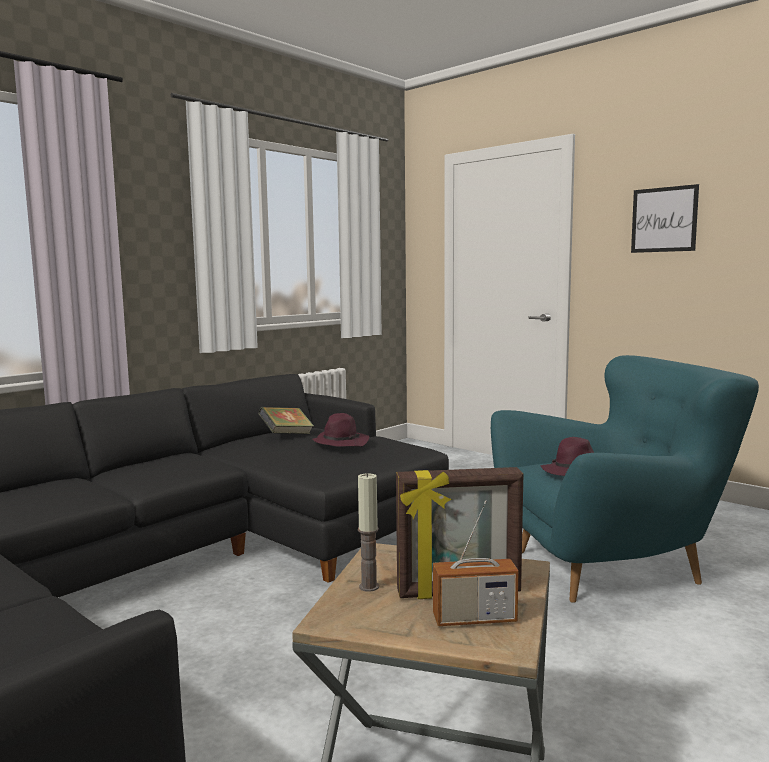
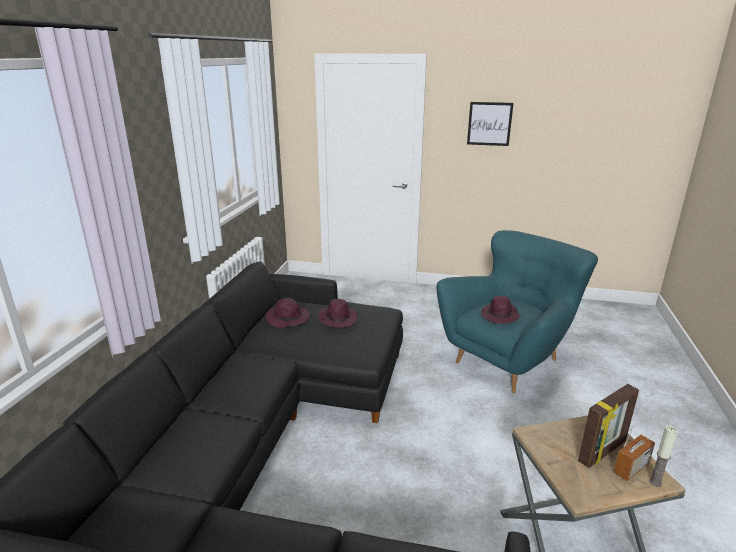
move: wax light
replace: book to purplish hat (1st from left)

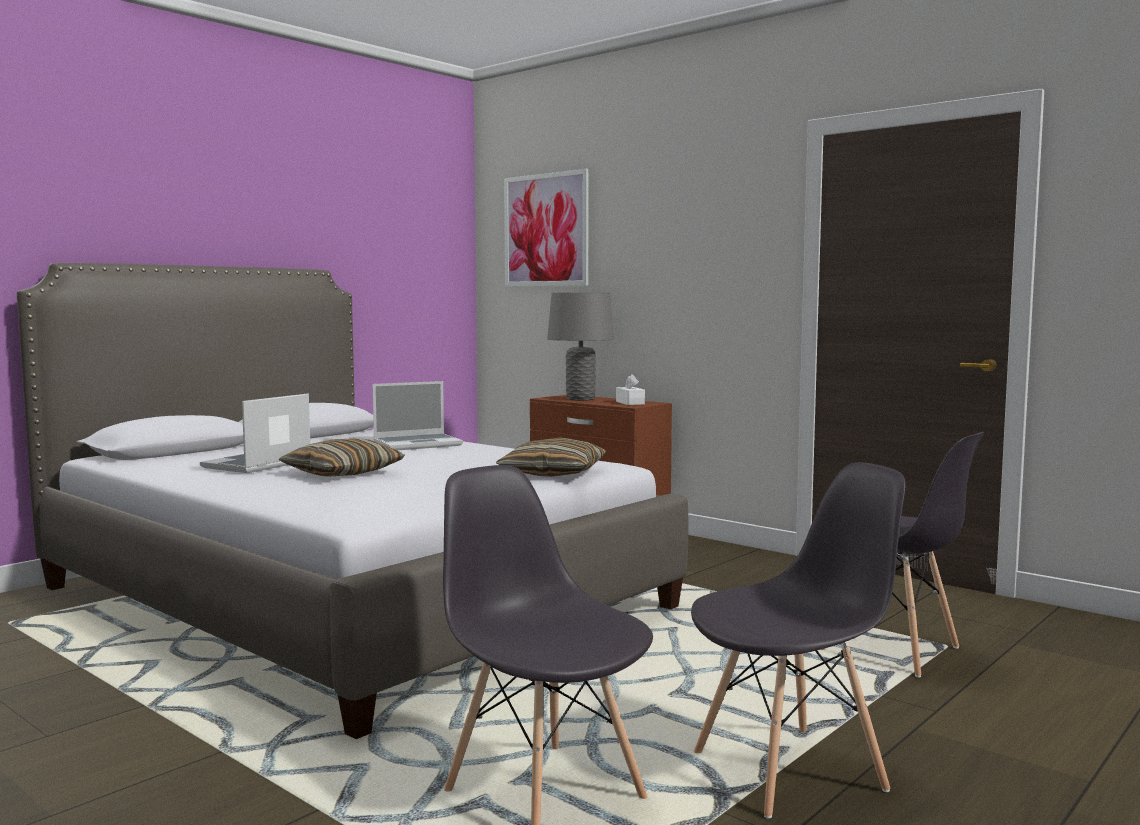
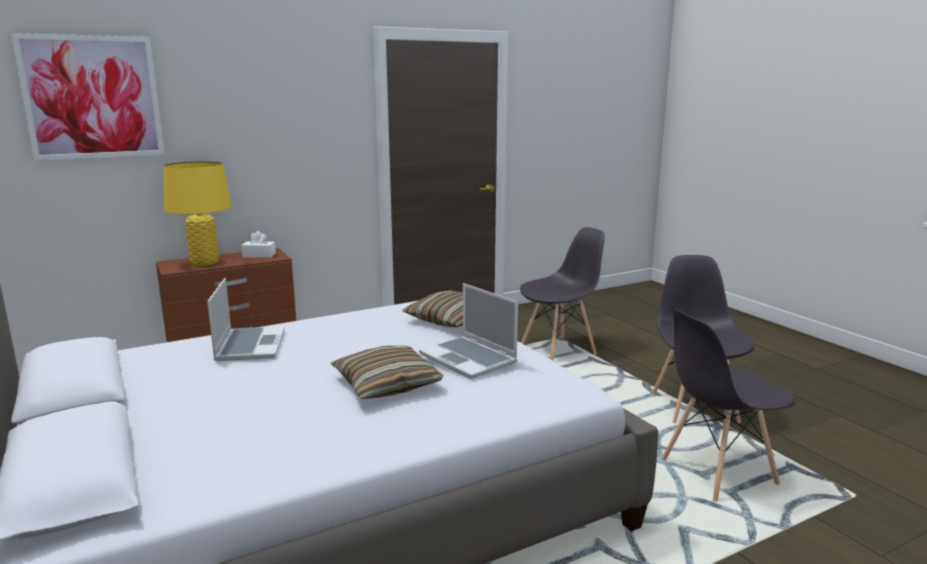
move: notebook computer (1st from left in the first image) to notebook computer (2nd from left)
recolor: gray table lamp to yellowish table lamp

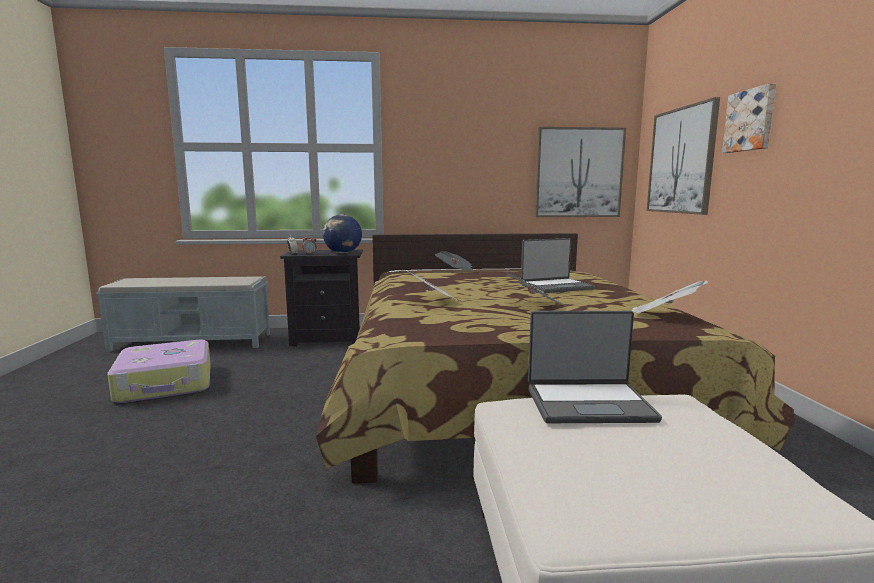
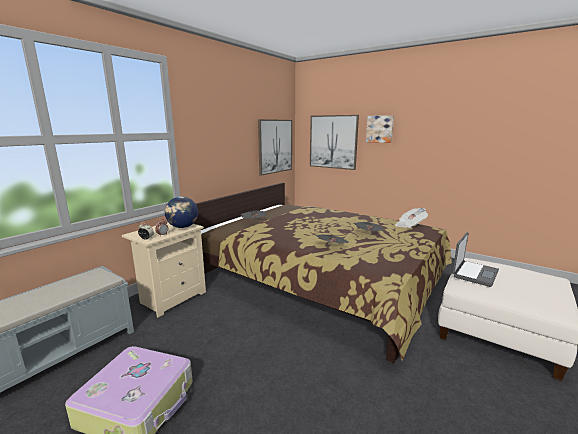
delete: notebook computer (1st from left)
recolor: black night table to sand-coloured night table

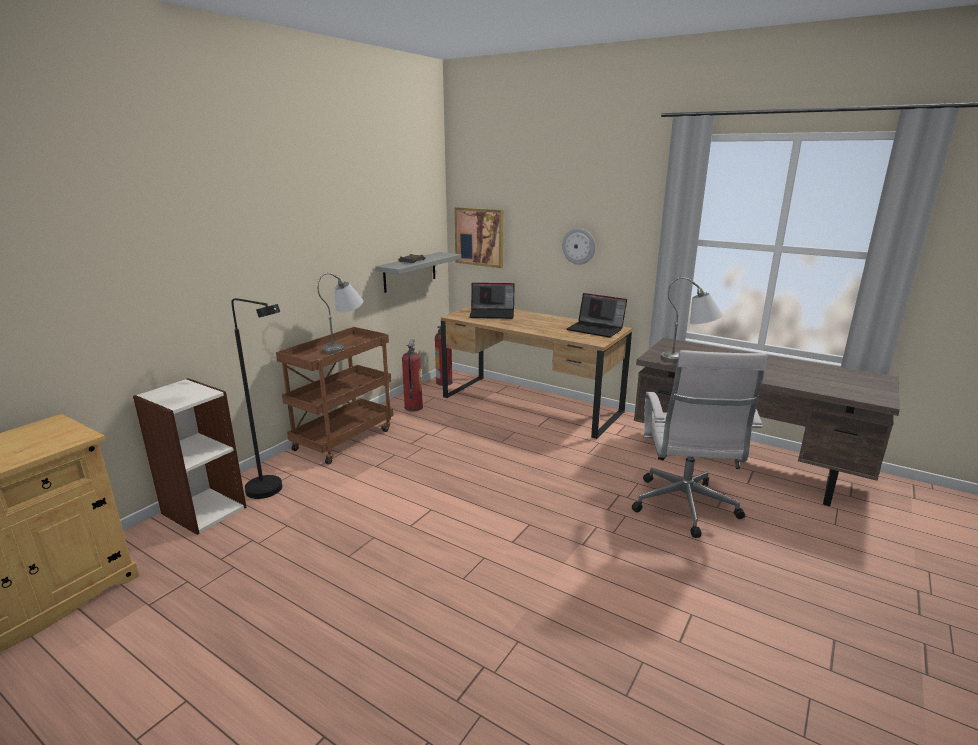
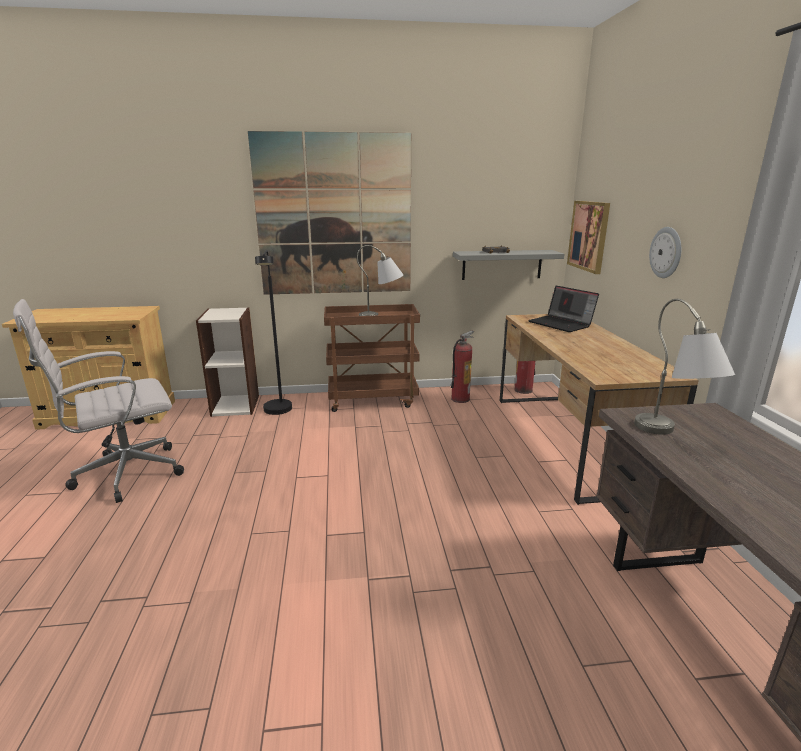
delete: notebook computer (2nd from left)
insert: wall picture (1st from left)
move: white-coloured desk chair

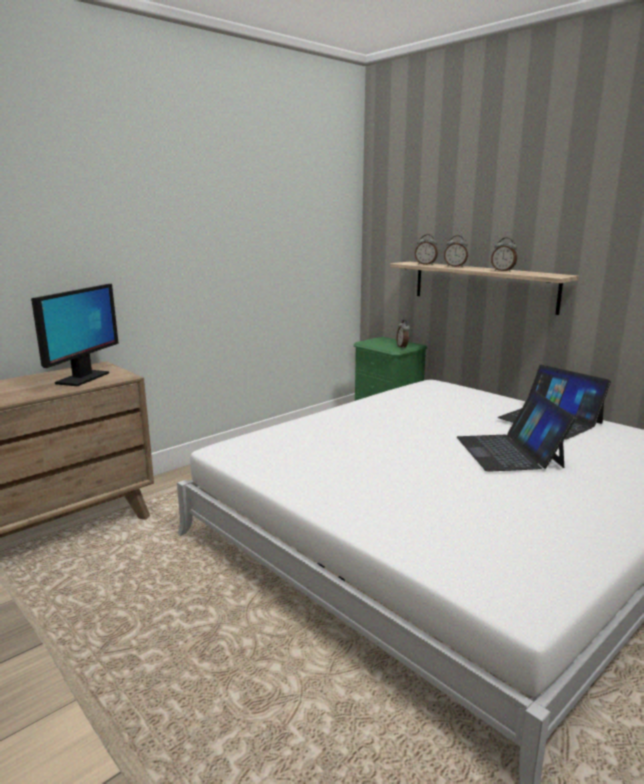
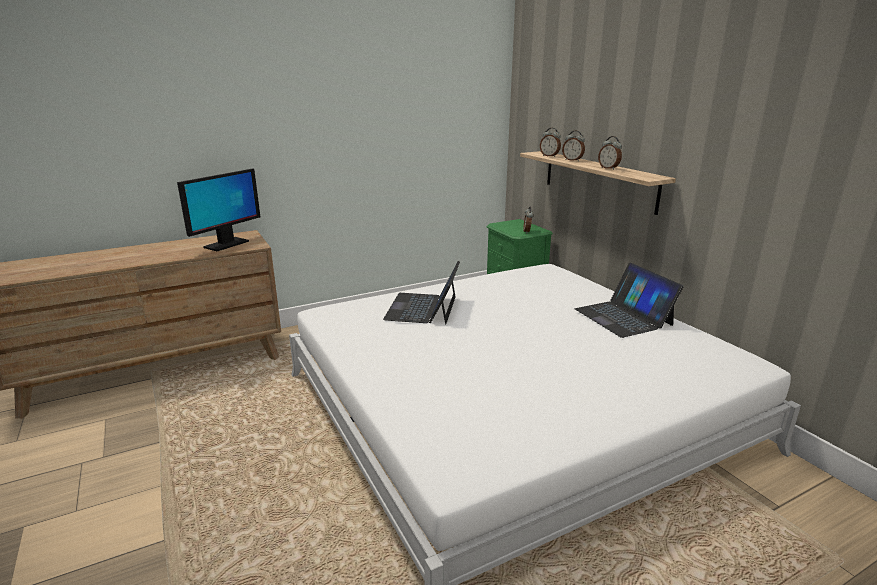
move: notebook computer (1st from left)

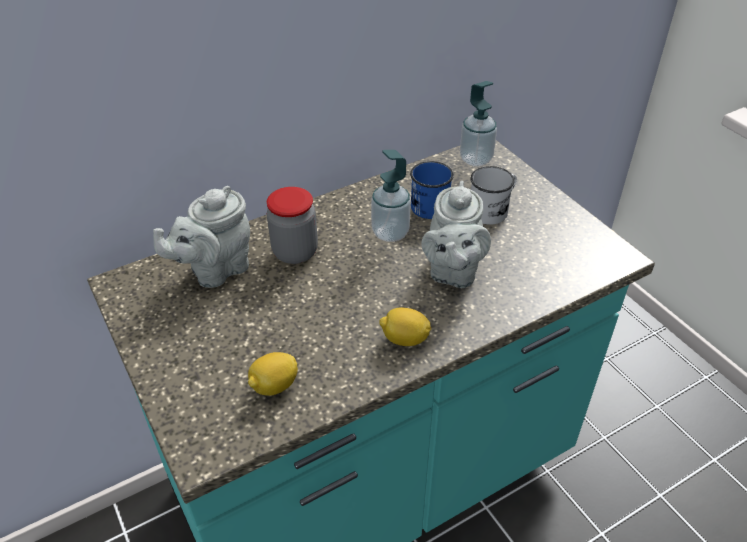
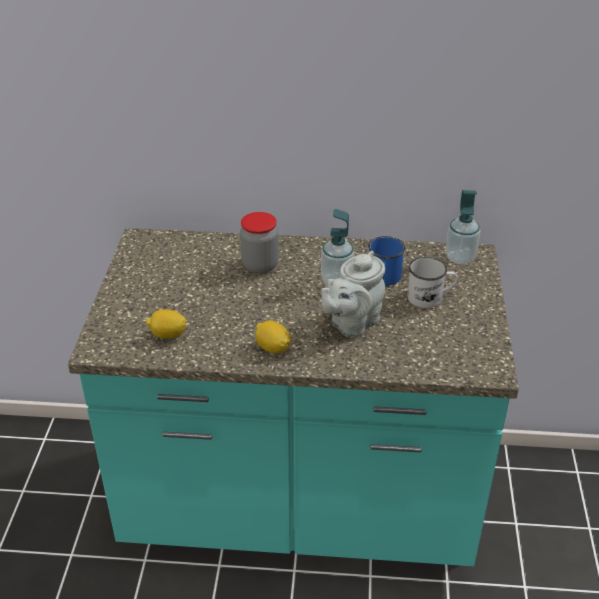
delete: gray pot for tea (1st from left)

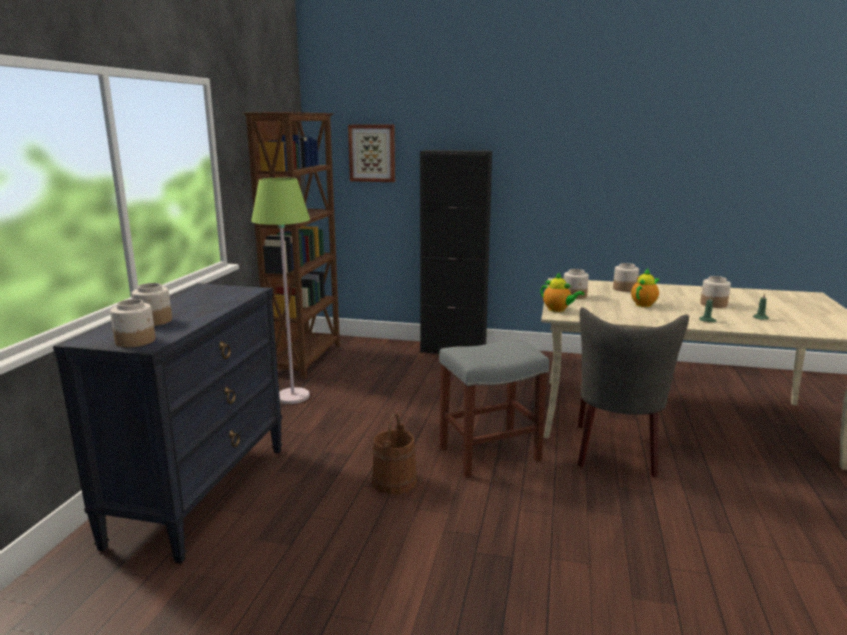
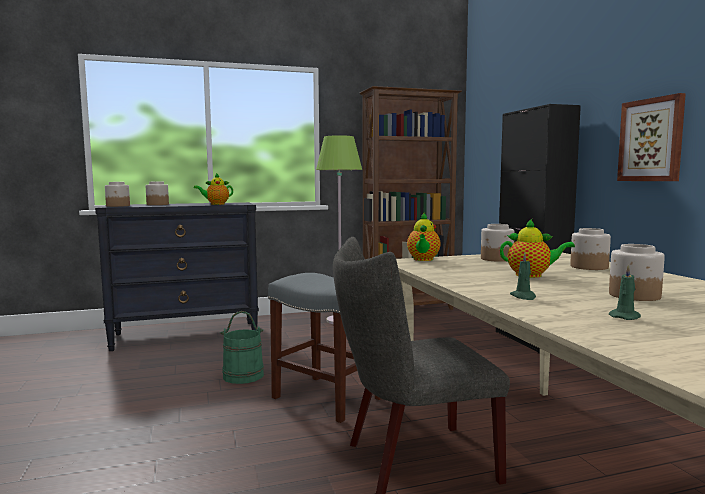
insert: pot for tea (1st from left)
move: wall picture
recolor: brownish bucket to greenish bucket

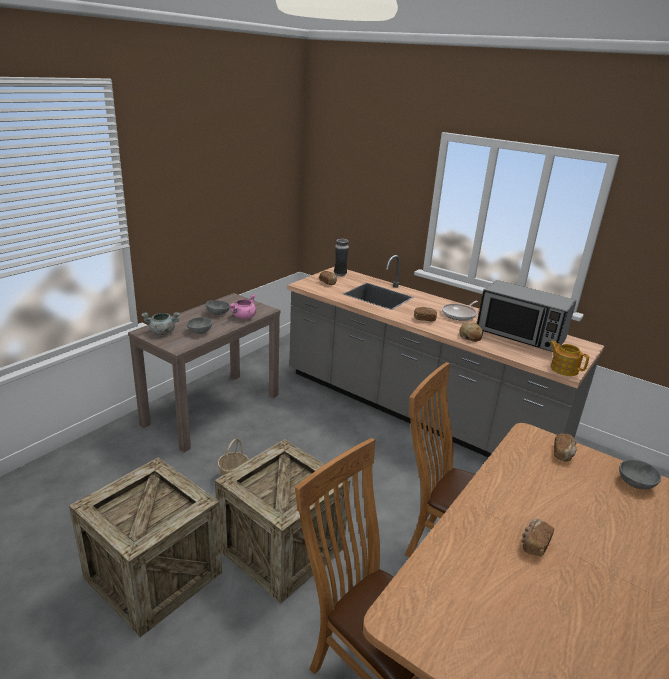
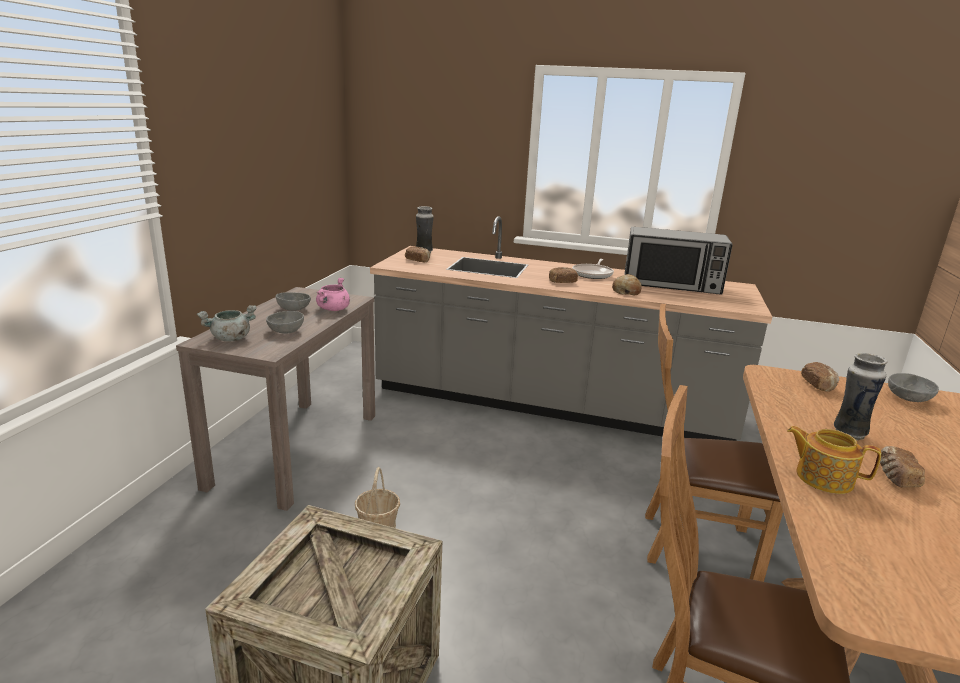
delete: packing crate (2nd from left)
insert: vase (2nd from left)
move: pot for tea

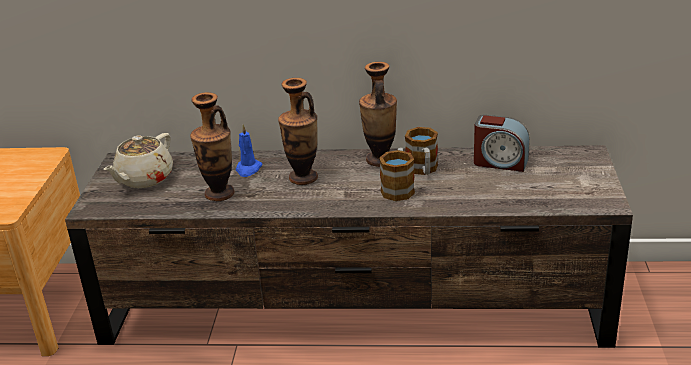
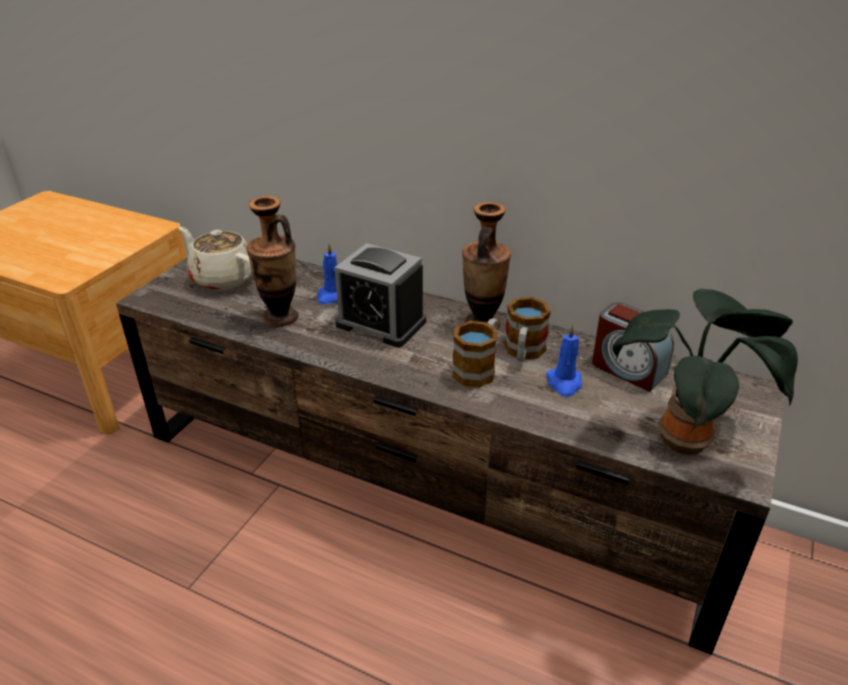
insert: blue wax light (2nd from left); houseplant
replace: vase (2nd from left) to bedside clock (1st from left)
rotate: sand-coloured pot for tea 75 degrees clockwise

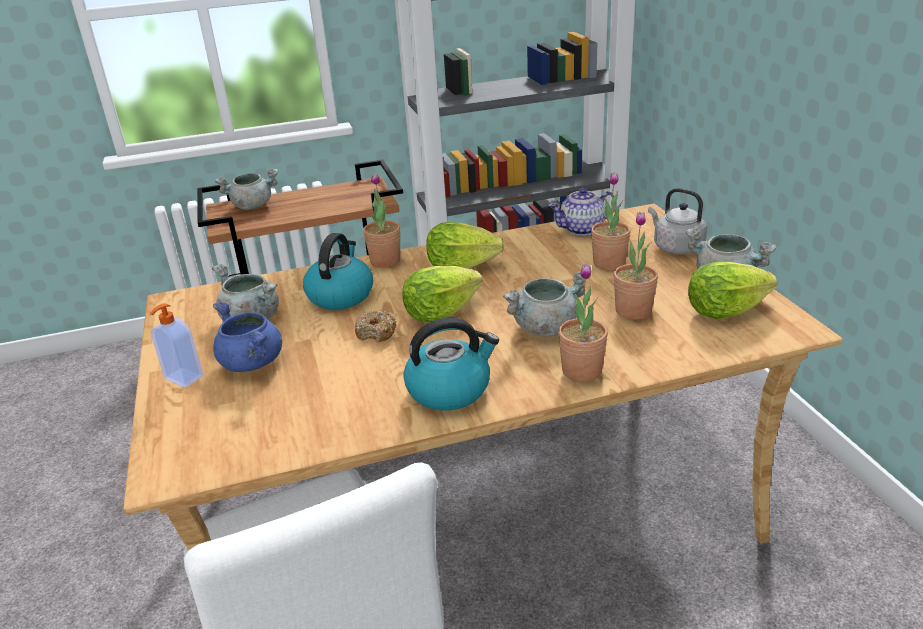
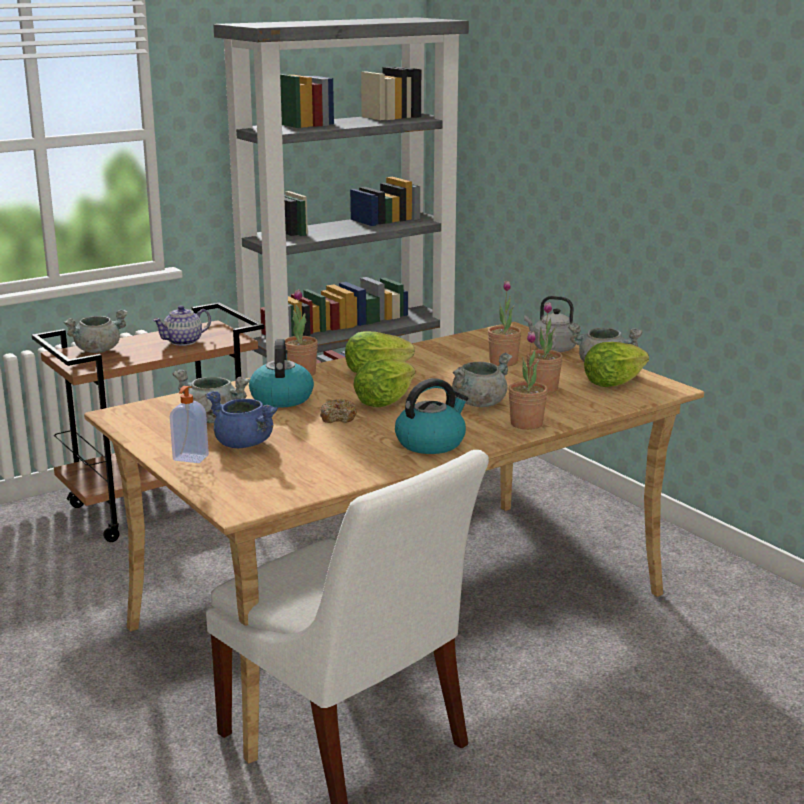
move: pot for tea

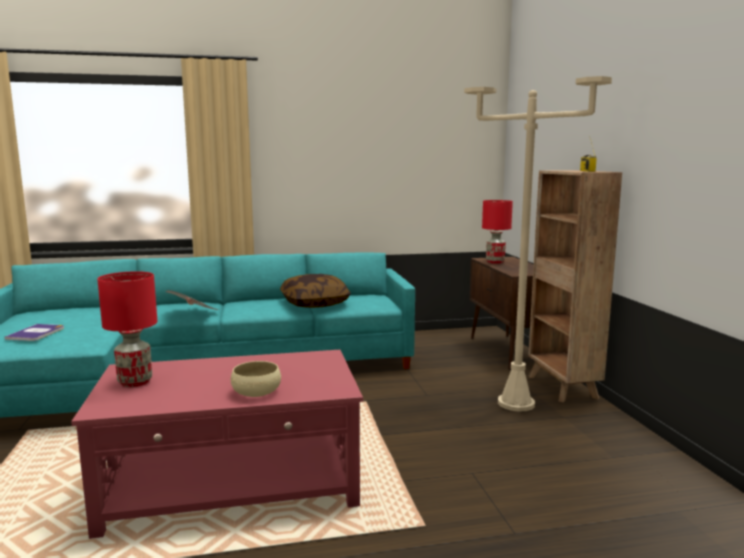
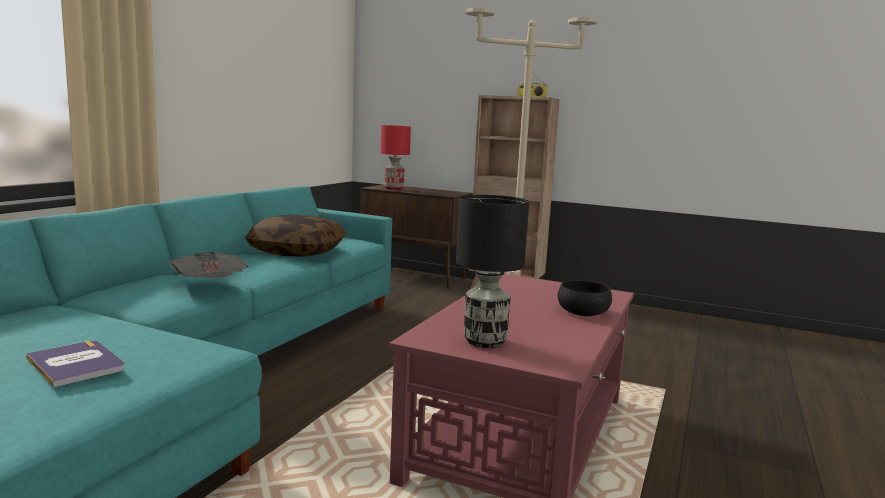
recolor: reddish table lamp (1st from left) to black table lamp; sand-coloured serving bowl to black serving bowl

